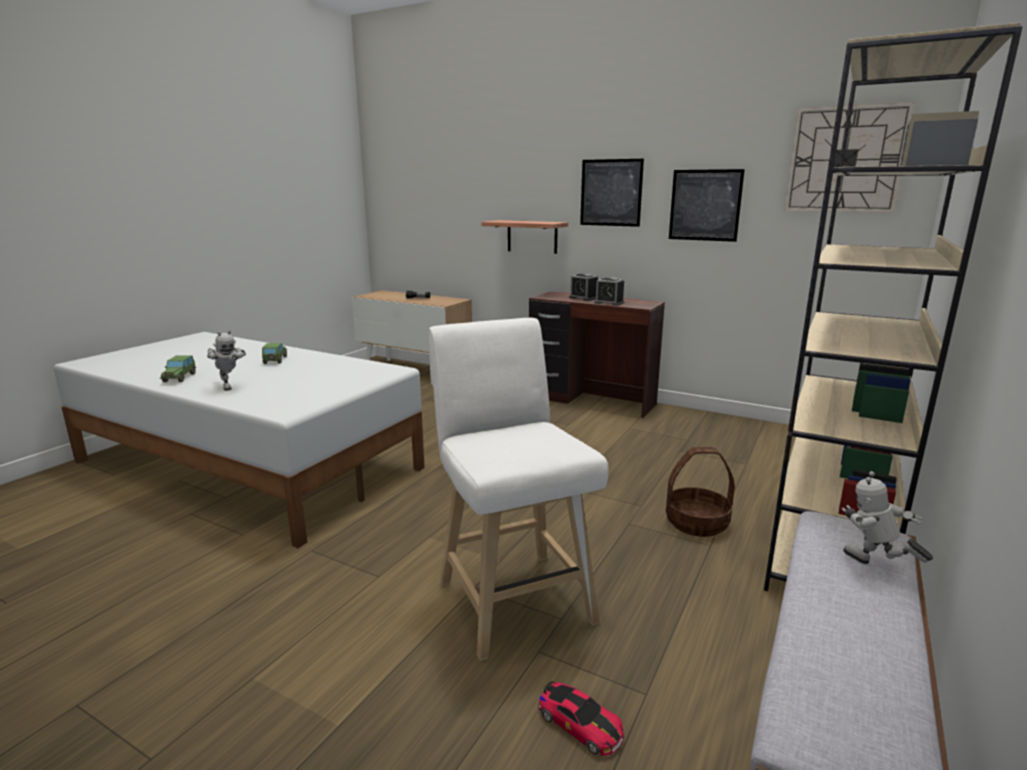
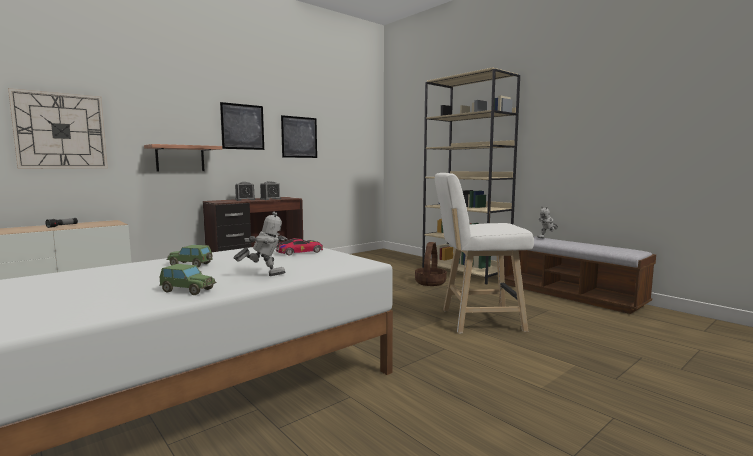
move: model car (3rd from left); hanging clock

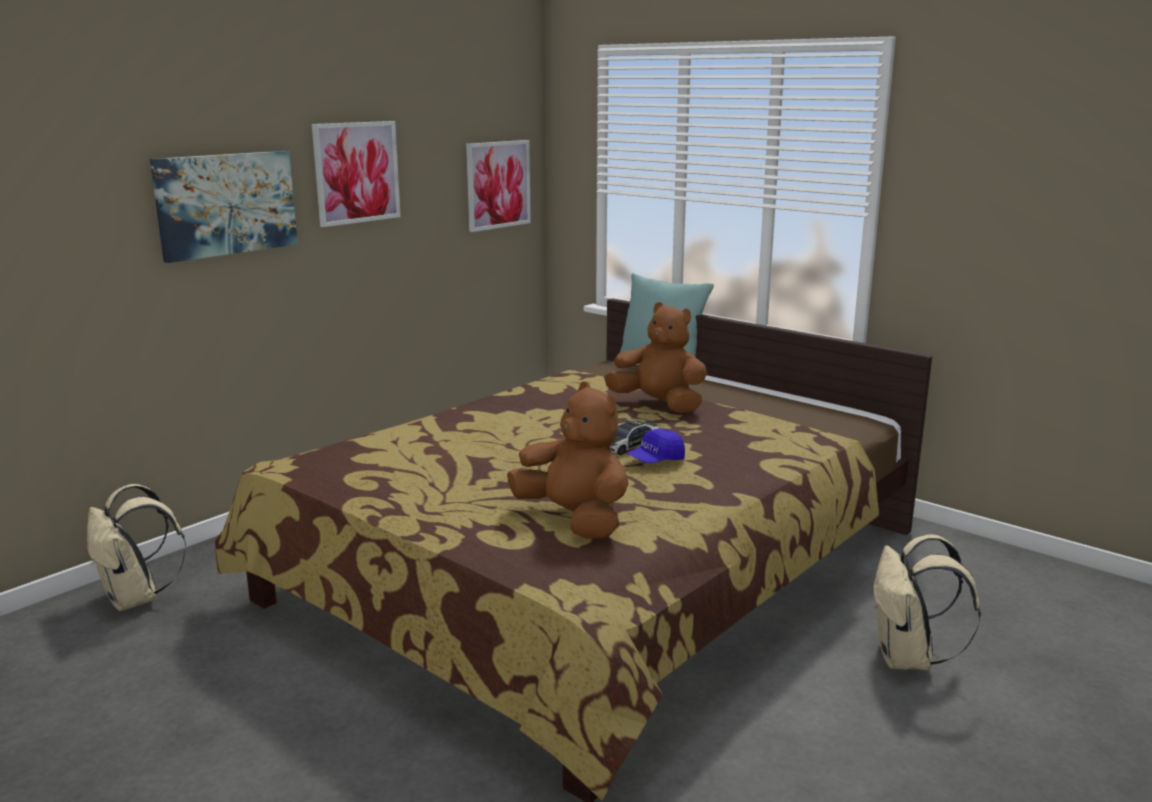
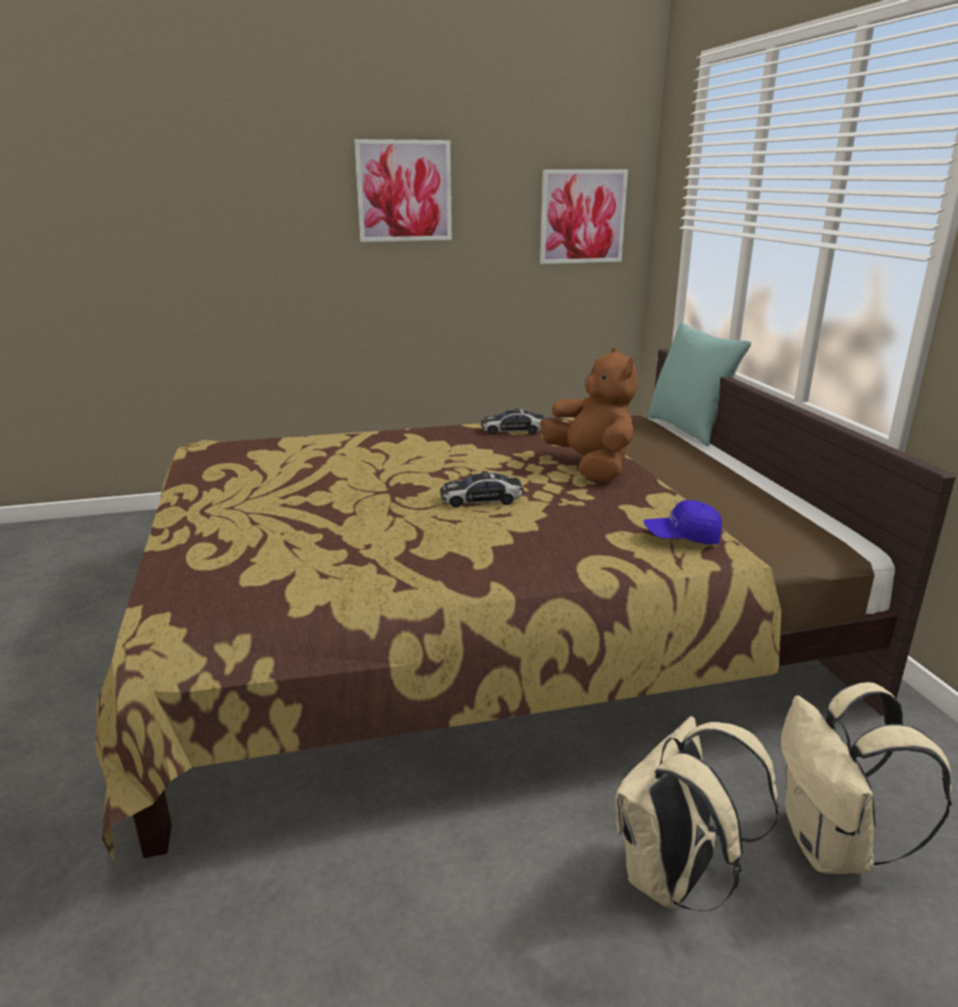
delete: wall picture (1st from left); brownish cuddly toy (1st from left)
insert: model car (2nd from left)
move: sand-coloured backpack (1st from left in the first image) to sand-coloured backpack (2nd from left); blue cap

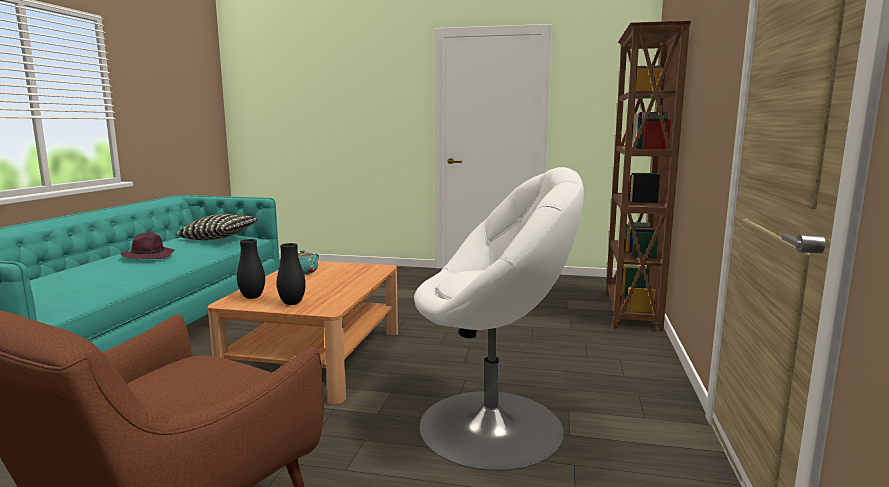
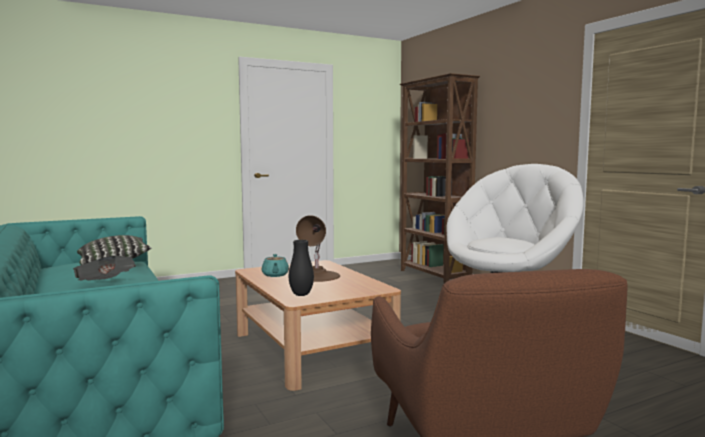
delete: black vase (2nd from left)
insert: brownish table lamp
replace: purplish hat to newspaper

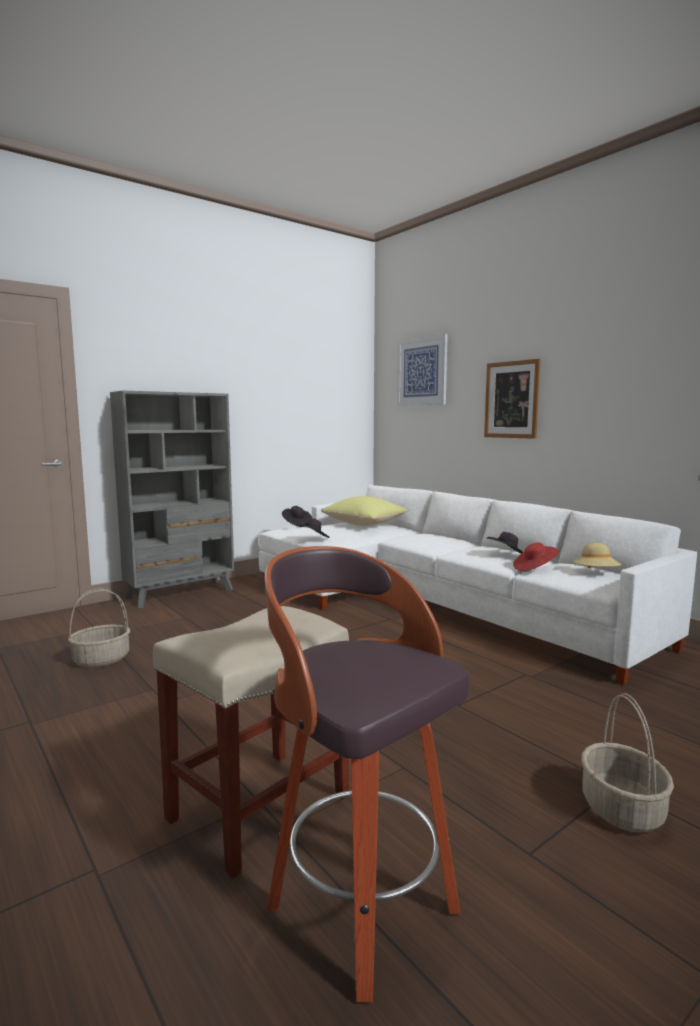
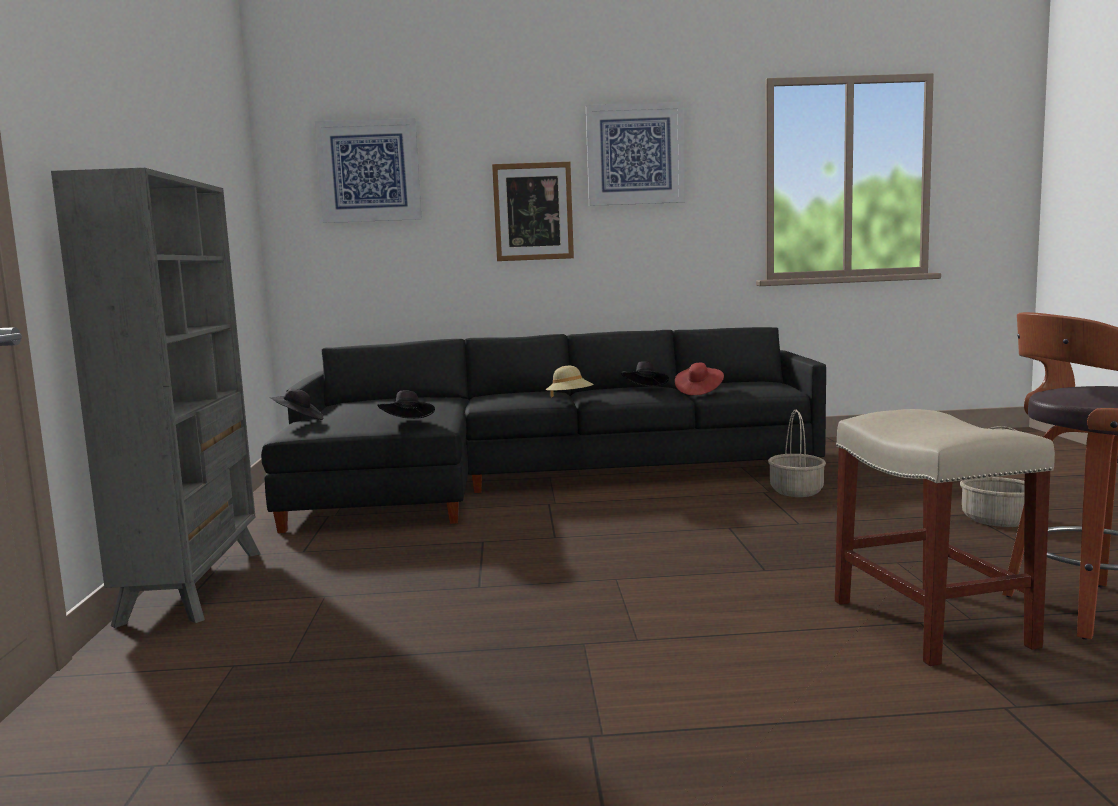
delete: yellowish pillow
insert: wall picture (3rd from left)
move: storage basket (1st from left); sand-coloured hat
recolor: white-coloured couch to black couch

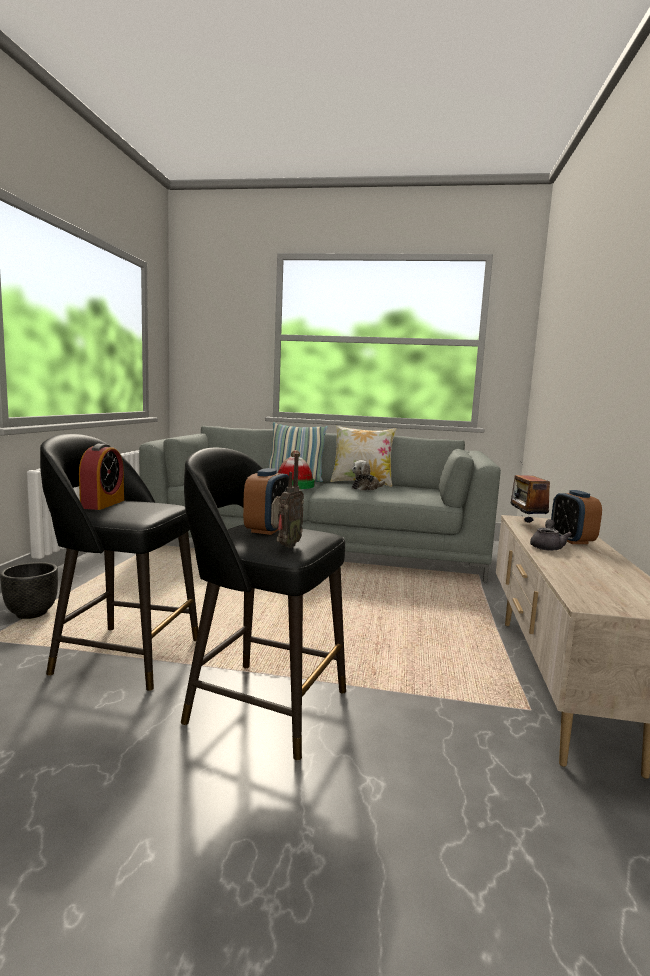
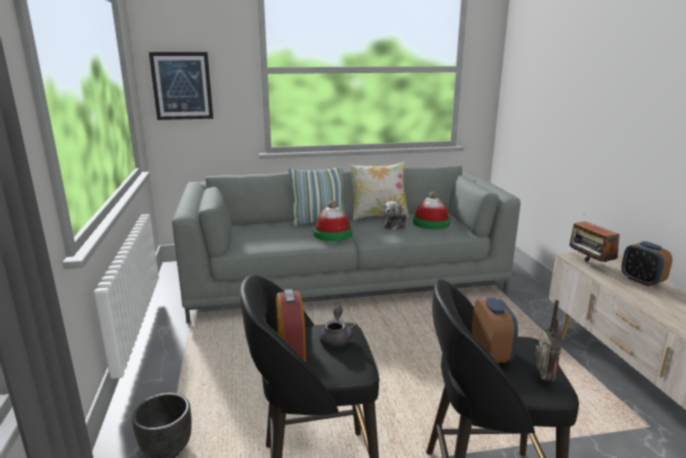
insert: wall picture; hat (2nd from left)
move: gray pot for tea

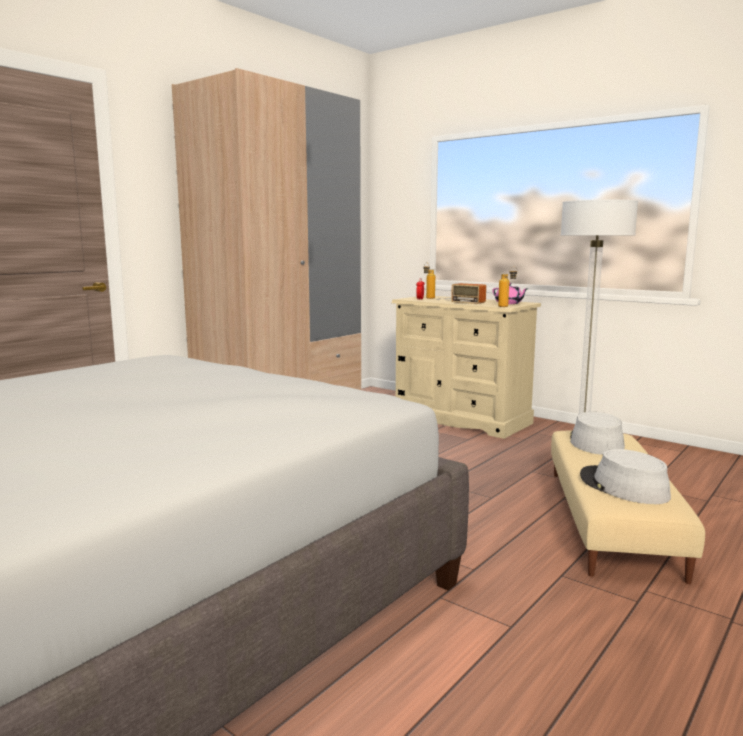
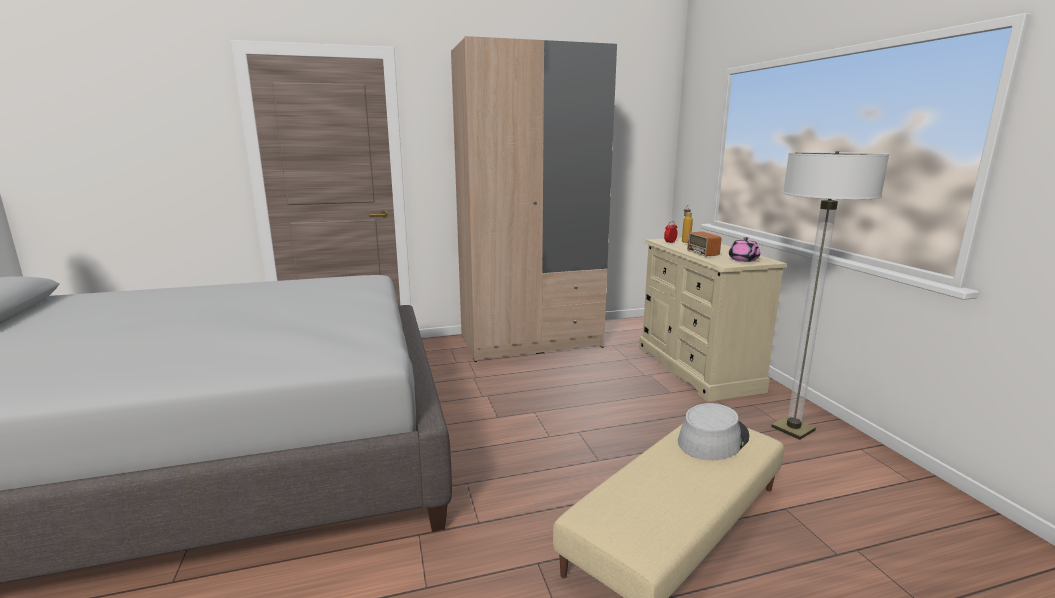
delete: bottle (2nd from left); gray hat (2nd from left)

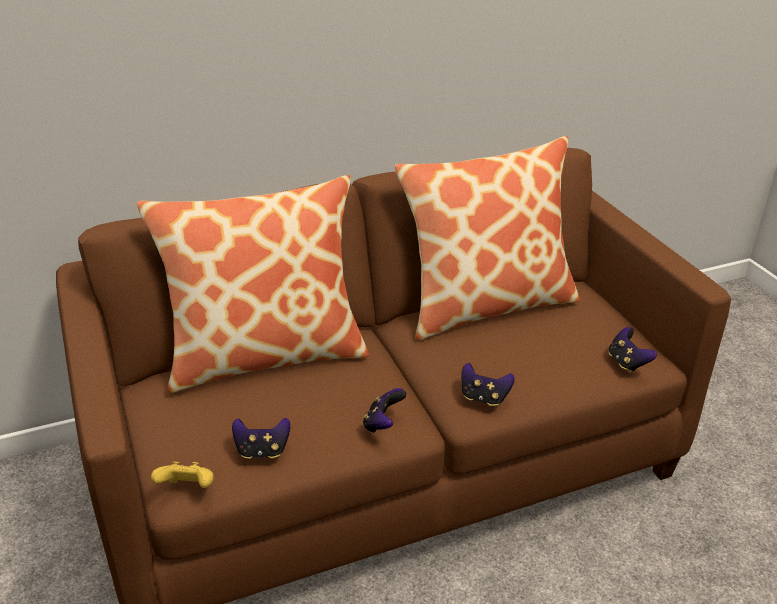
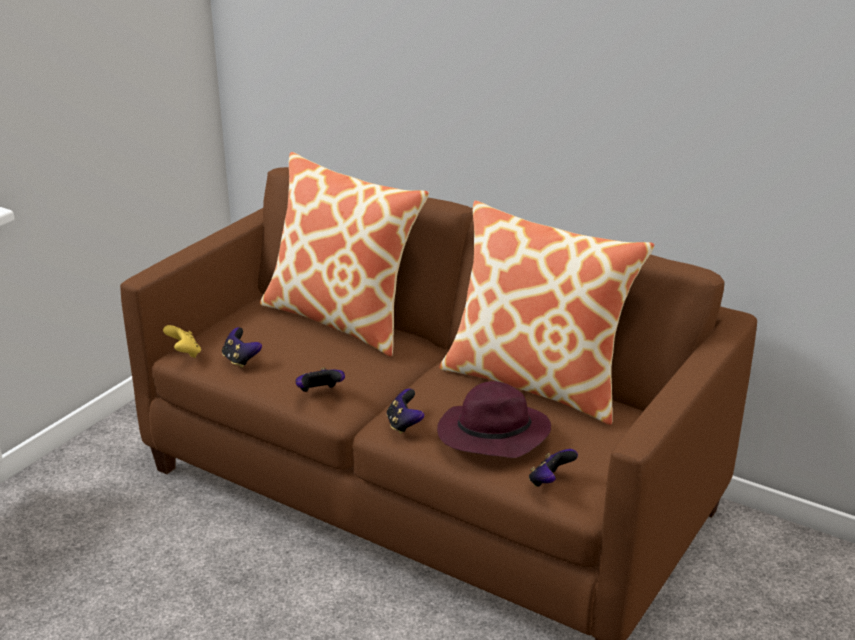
insert: purplish hat

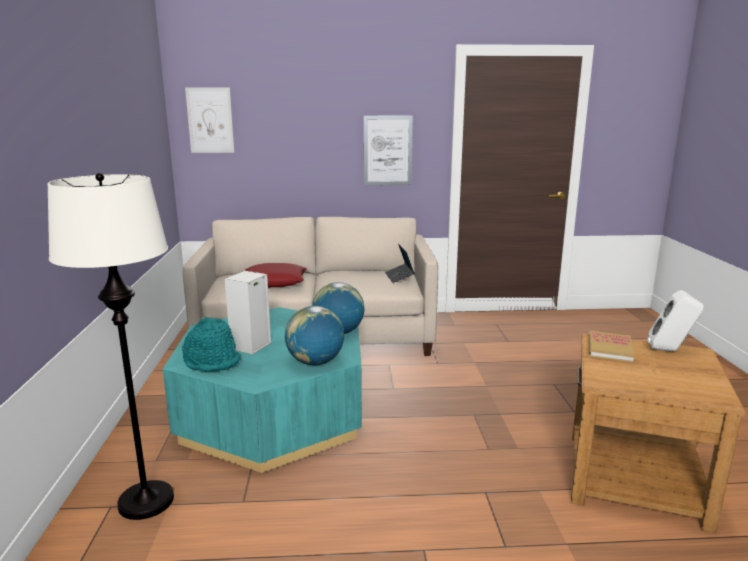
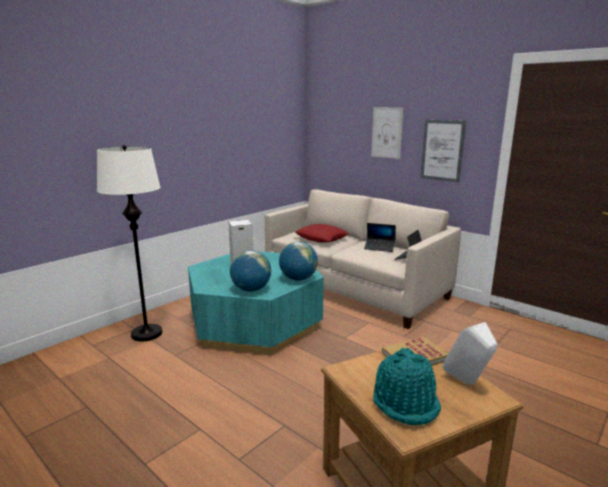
insert: notebook computer (1st from left)
move: blue-green hat; wall picture (1st from left)

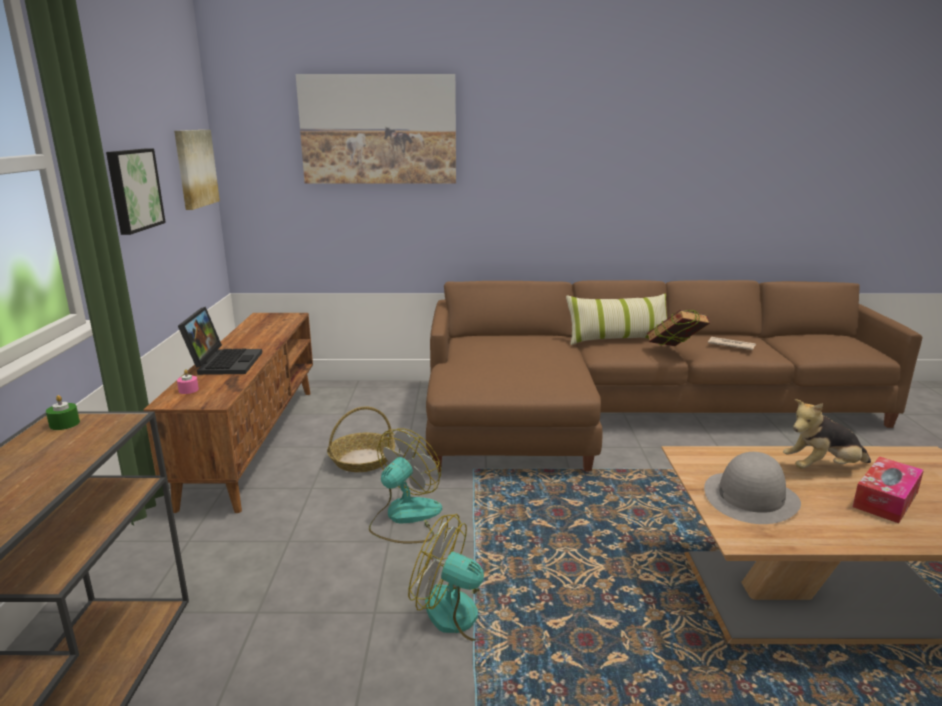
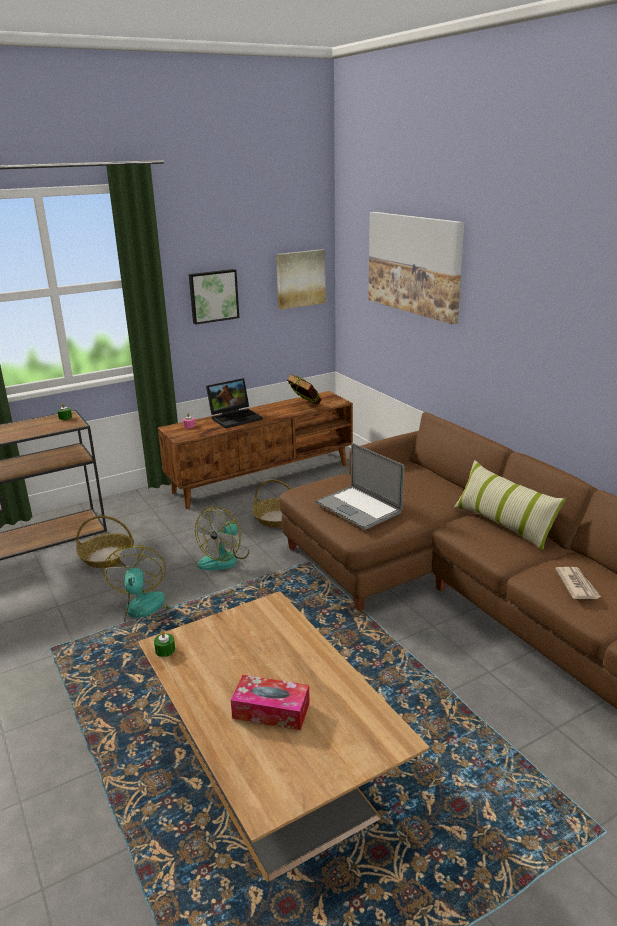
delete: gray hat; cuddly toy
insert: storage basket (1st from left); greenish wax light (2nd from left); notebook computer (2nd from left)
move: book
rotate: electric fan (1st from left in the first image) 120 degrees clockwise

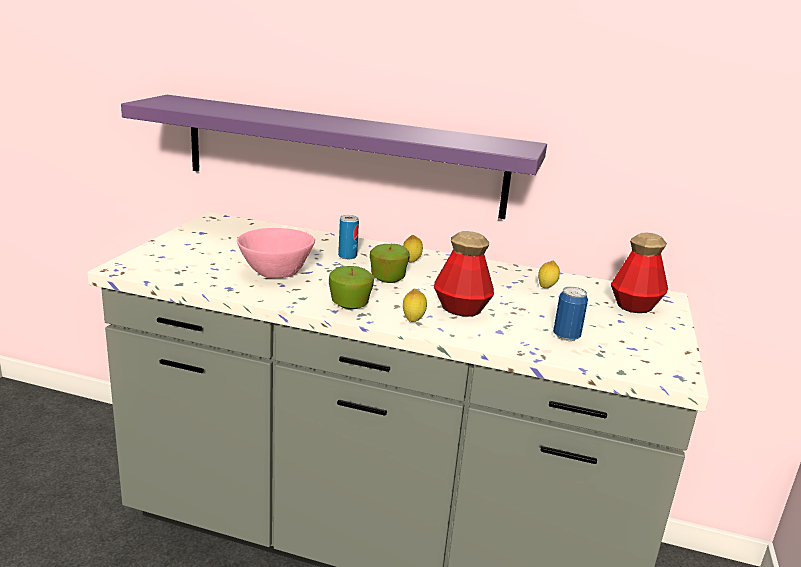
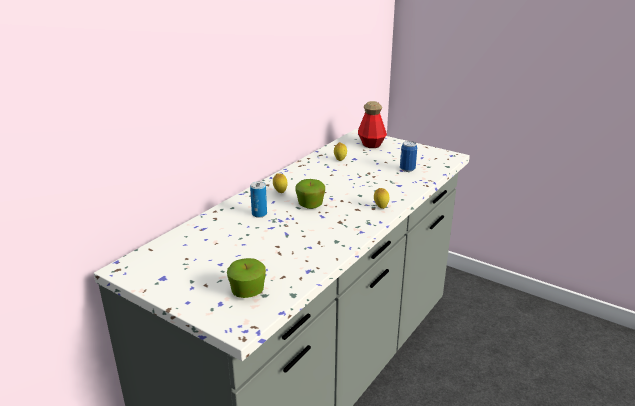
delete: purplish bracket shelf; pink serving bowl; bottle (1st from left)
move: apple fruit (1st from left)

